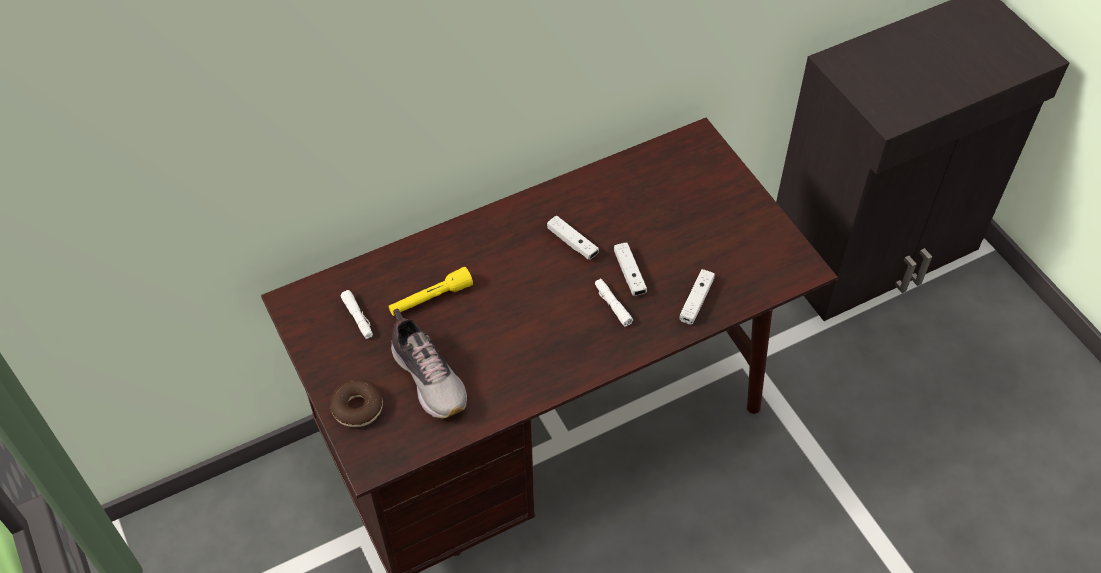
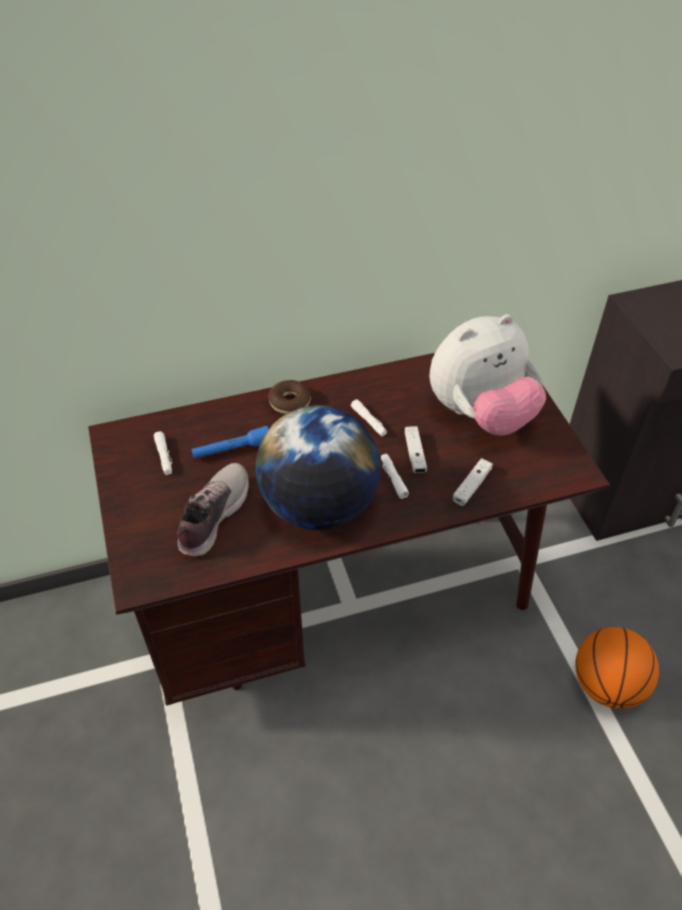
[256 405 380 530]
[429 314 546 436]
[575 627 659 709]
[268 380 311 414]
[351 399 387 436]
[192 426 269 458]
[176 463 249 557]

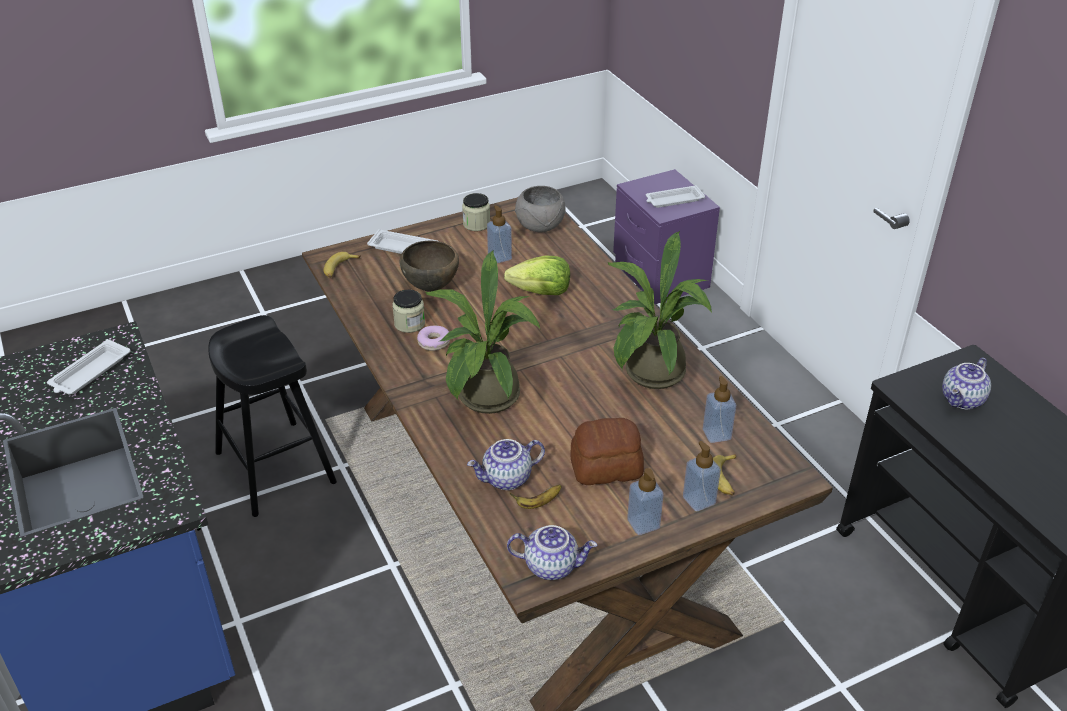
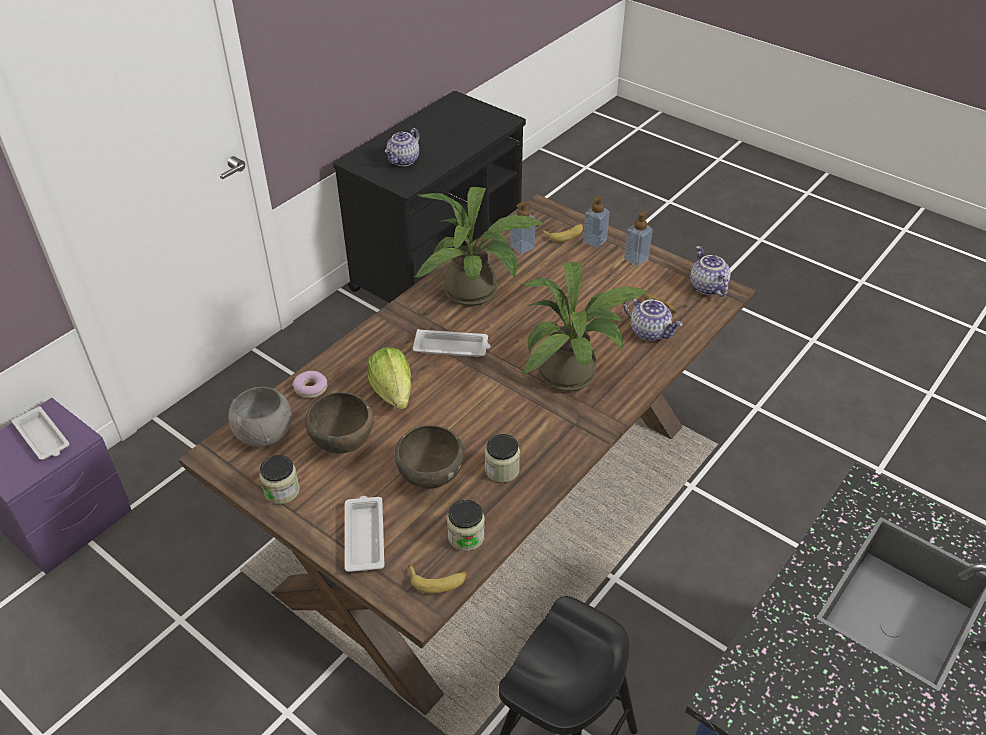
[570 418 644 485] (first image)
[447 500 485 551]
[413 329 491 357]
[293 371 327 398]
[305 392 374 454]
[385 128 420 166]

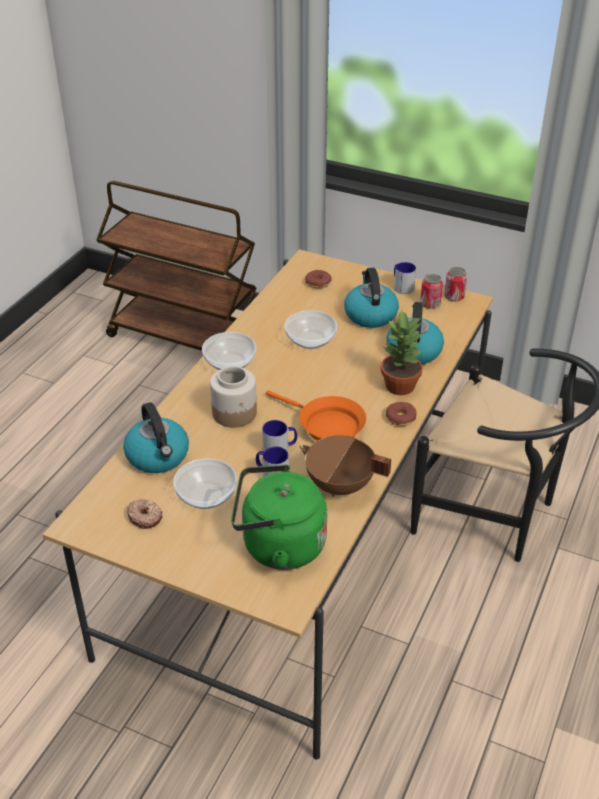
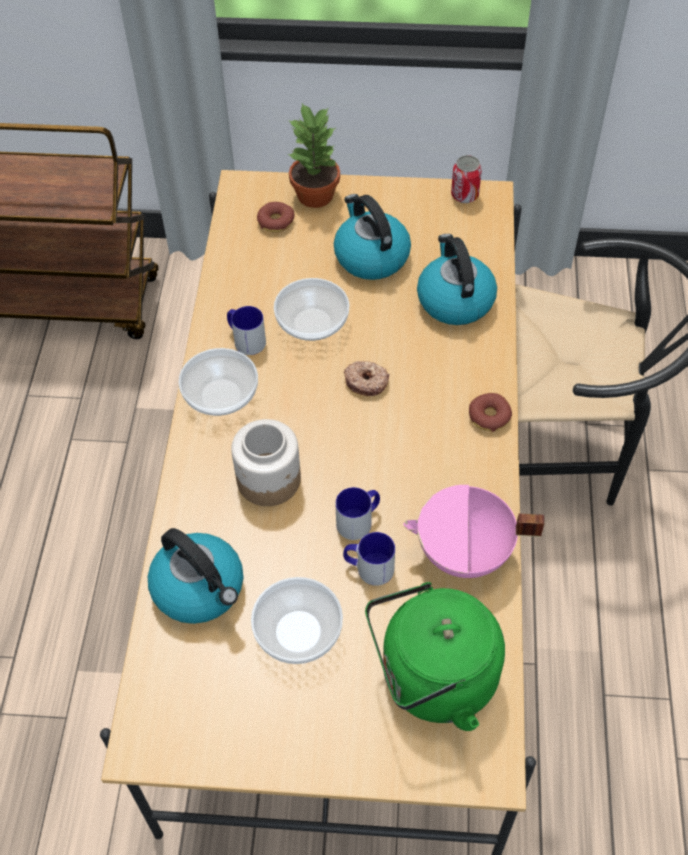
[266 390 367 441] (first image)
[420 274 443 309] (first image)
[344 361 390 396]
[288 103 340 208]
[227 306 266 355]
[403 485 544 578]

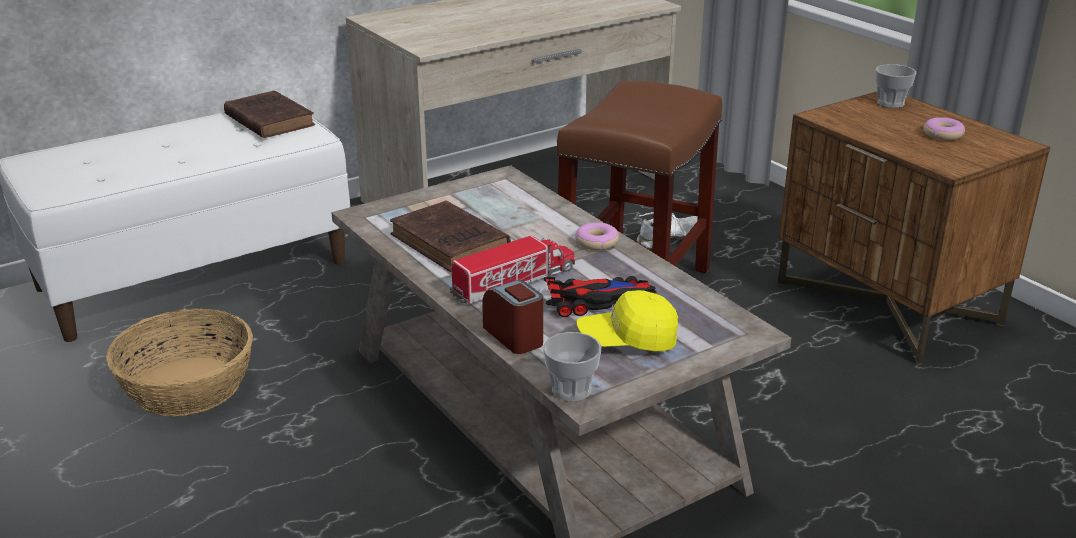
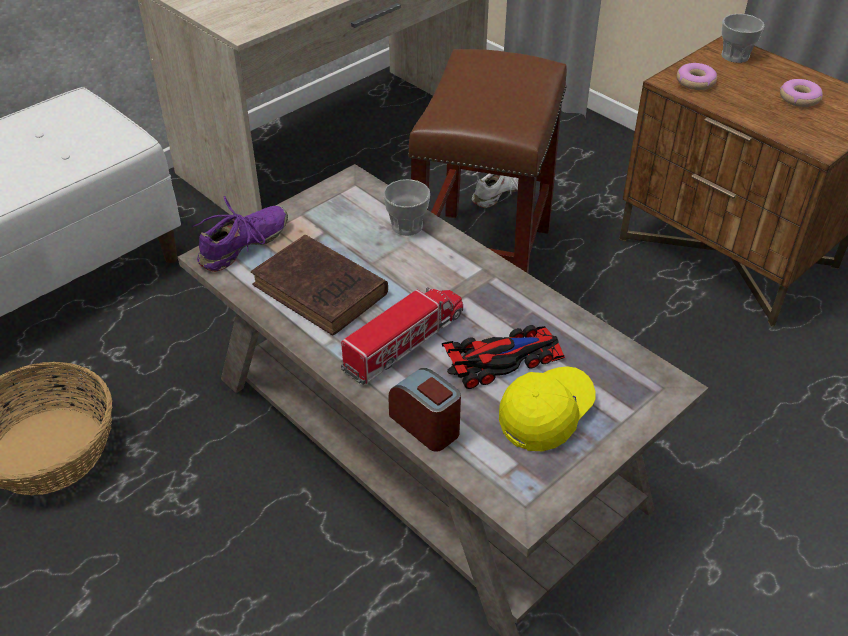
[224 91 315 138] (first image)
[193 196 288 272]
[383 179 430 236]
[677 63 717 90]
[499 366 596 451]

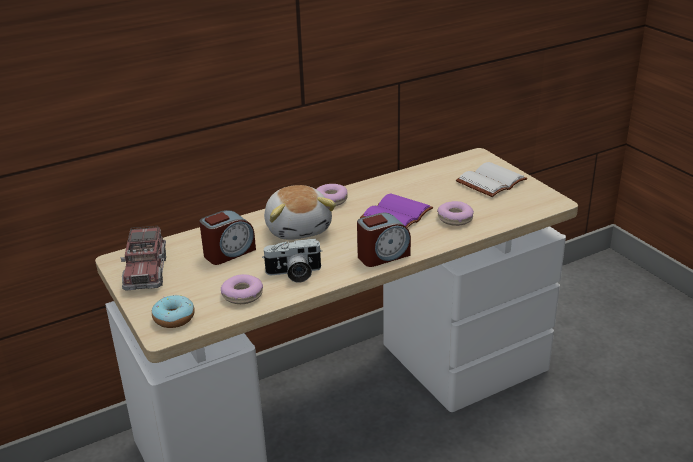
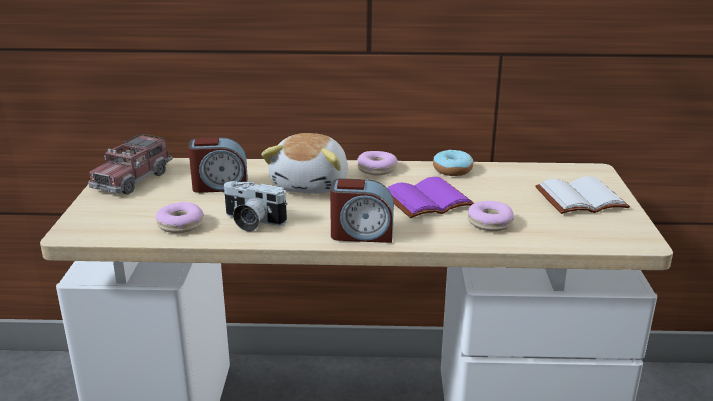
[433 149 473 176]

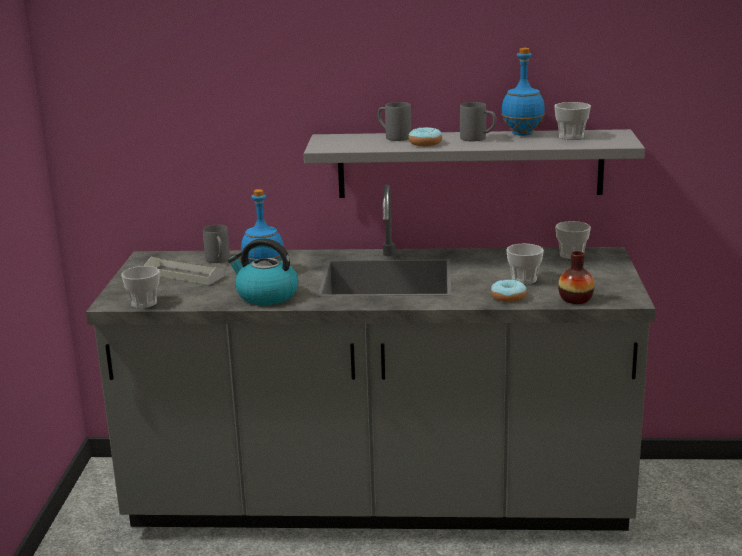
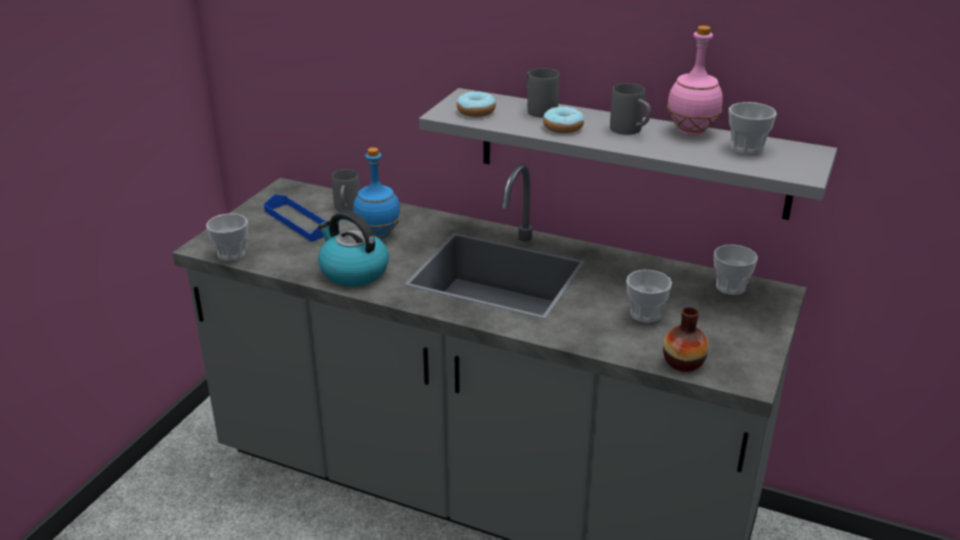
[457 91 496 117]
[264 194 326 242]
[667 26 723 136]

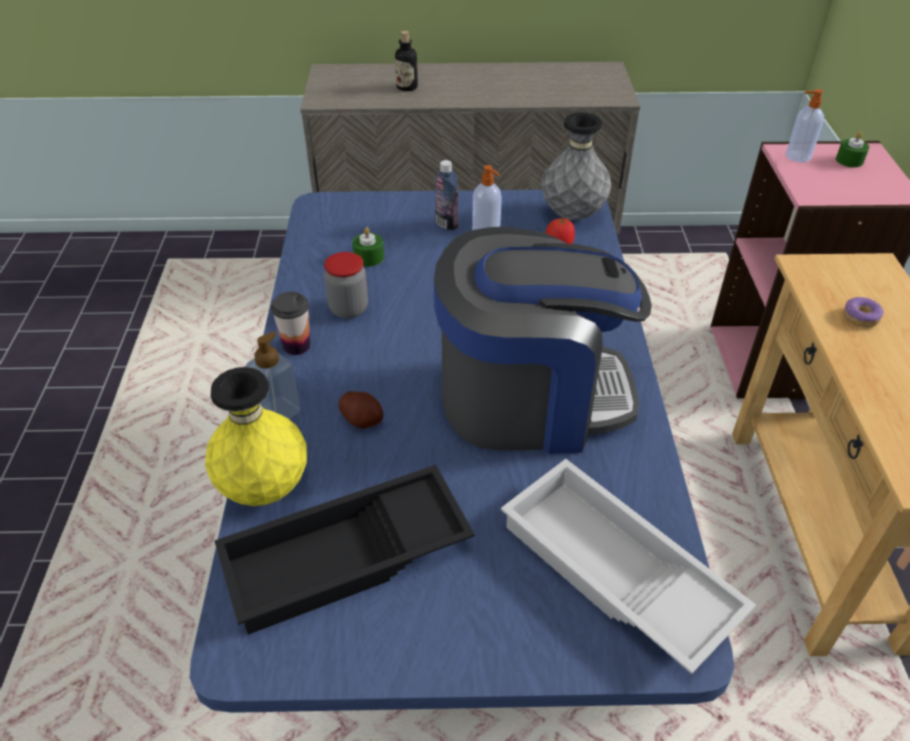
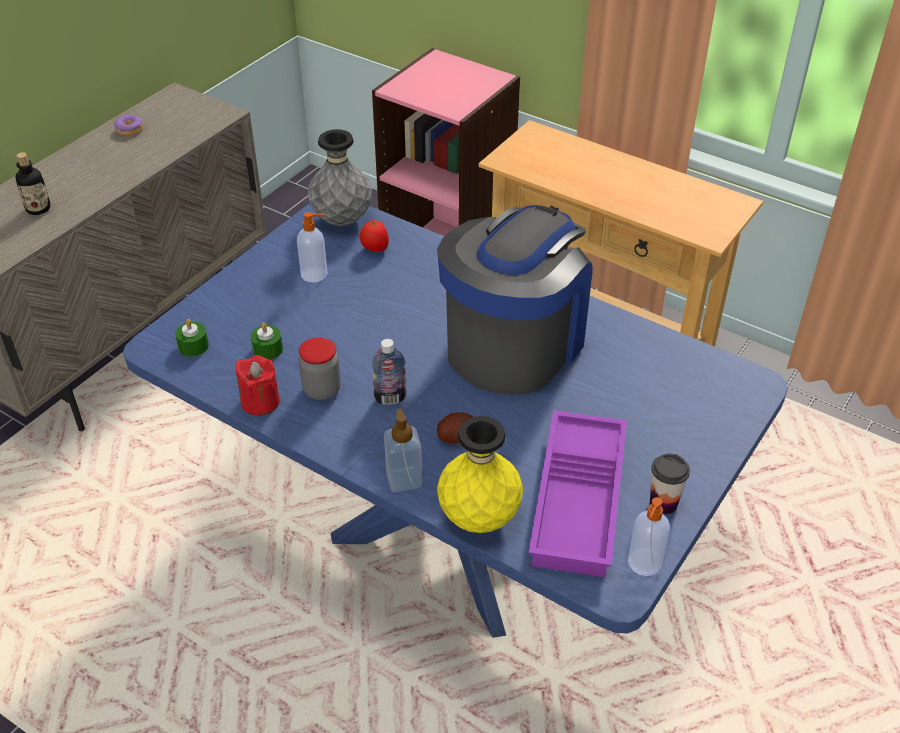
[501 459 756 674] (first image)
[236 355 279 416]
[650 453 690 515]
[372 339 406 405]
[628 497 670 576]
[175 319 209 357]
[114 115 143 136]
[529 410 627 577]

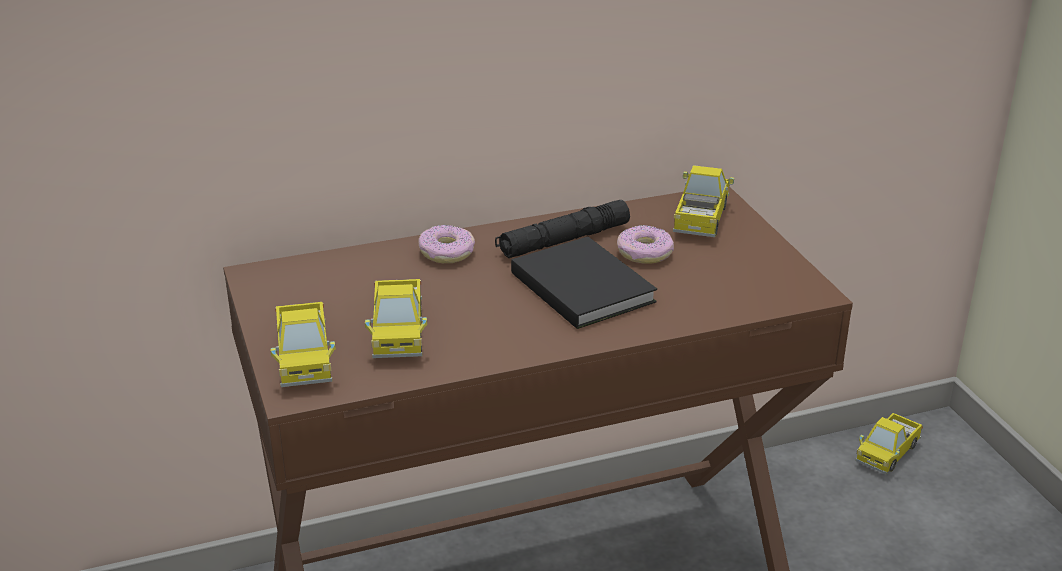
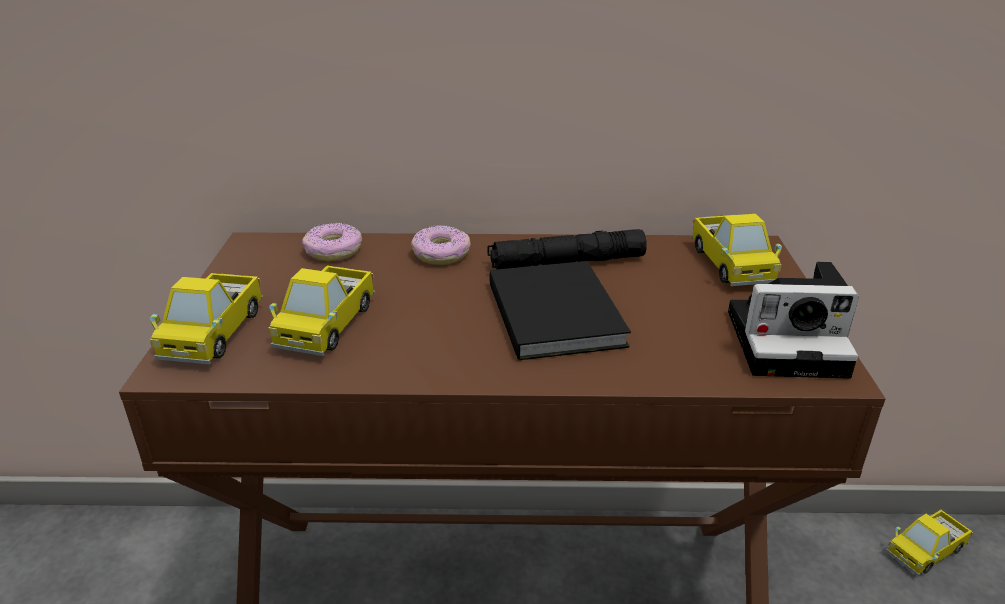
[728 261 859 379]
[302 223 362 261]
[691 214 782 286]

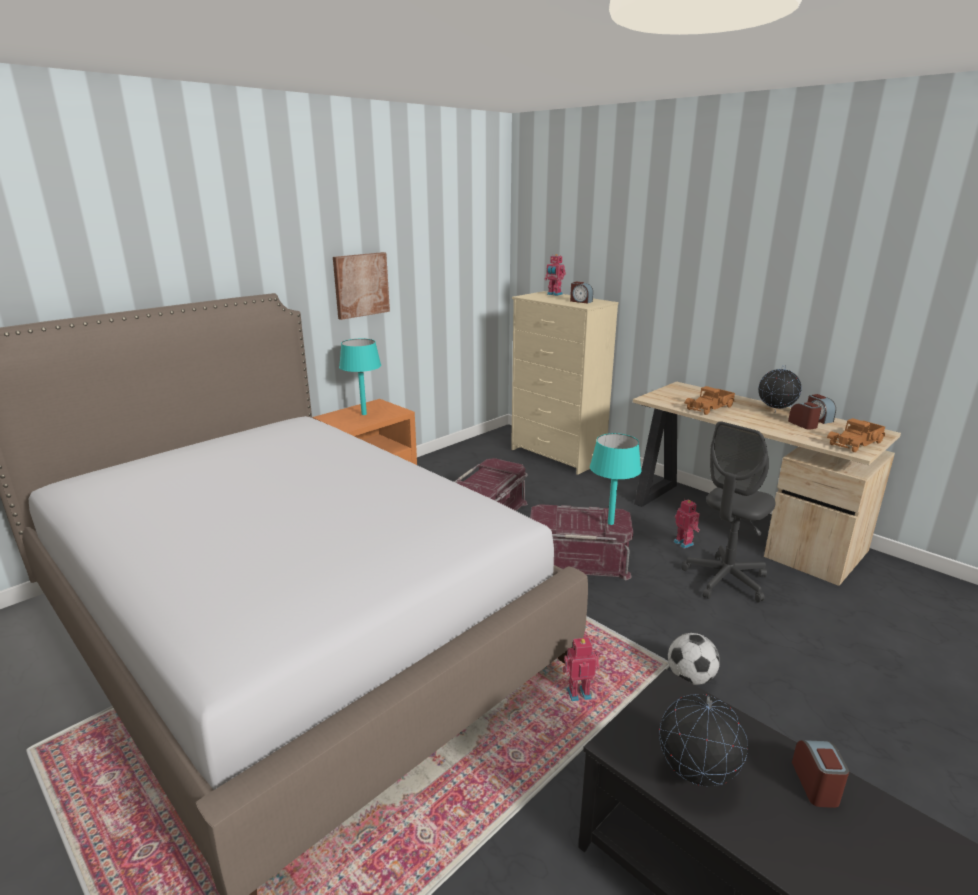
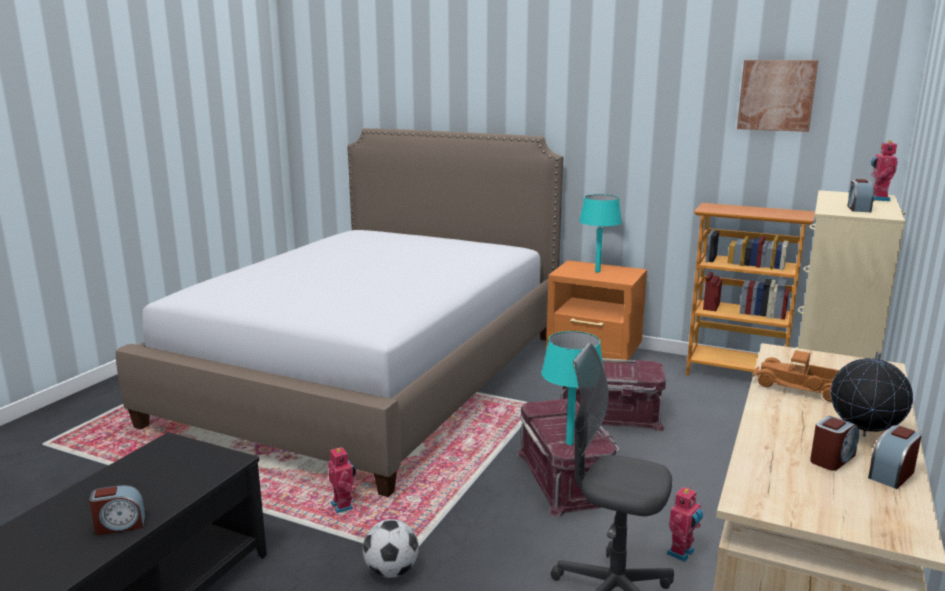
[659 694 748 786] (first image)
[827 418 886 452] (first image)
[686 203 815 376]
[737 60 818 132]

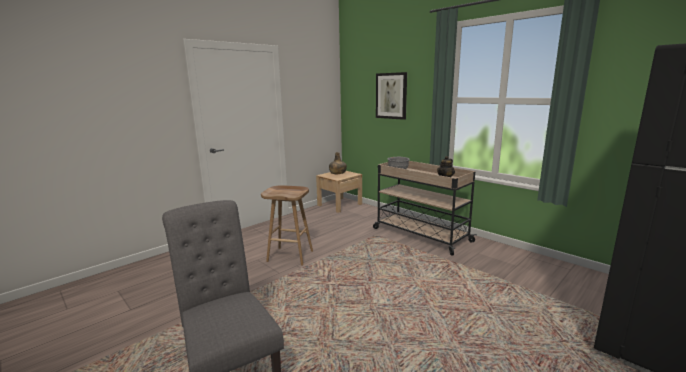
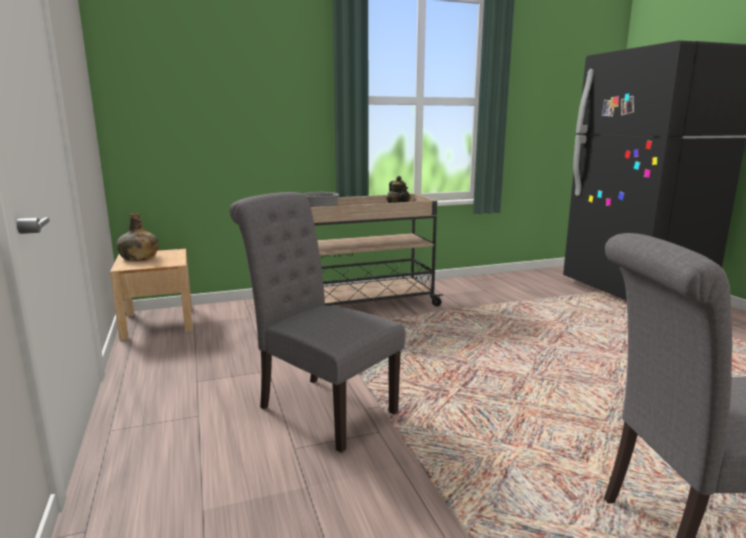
[376 72 407 120] (first image)
[229 192 405 453]

